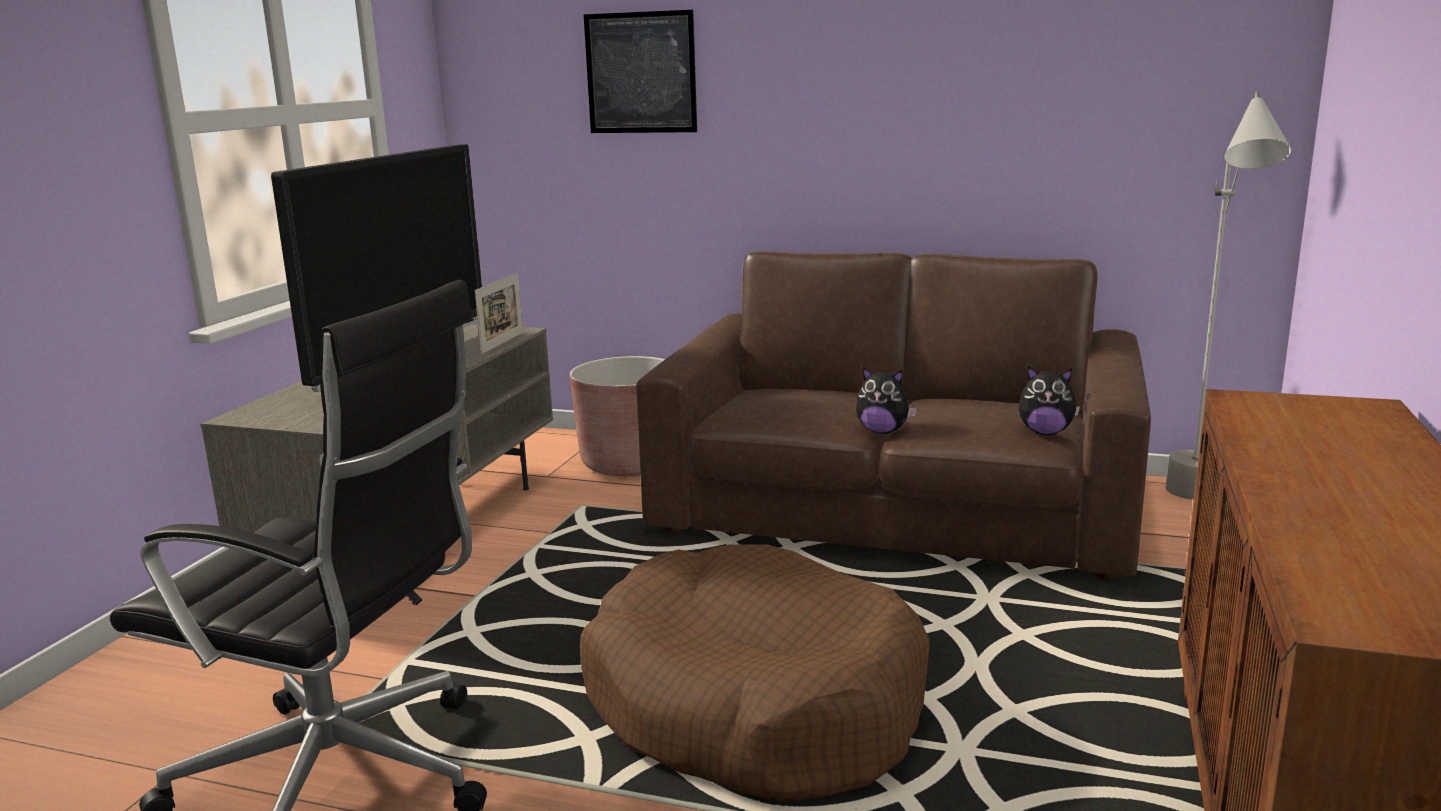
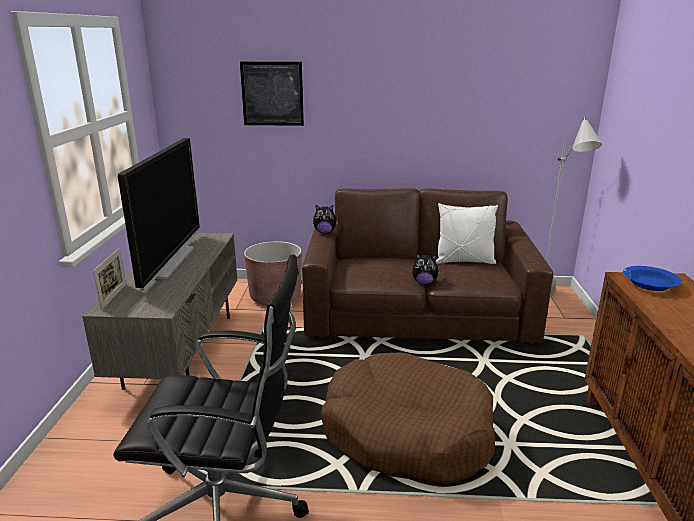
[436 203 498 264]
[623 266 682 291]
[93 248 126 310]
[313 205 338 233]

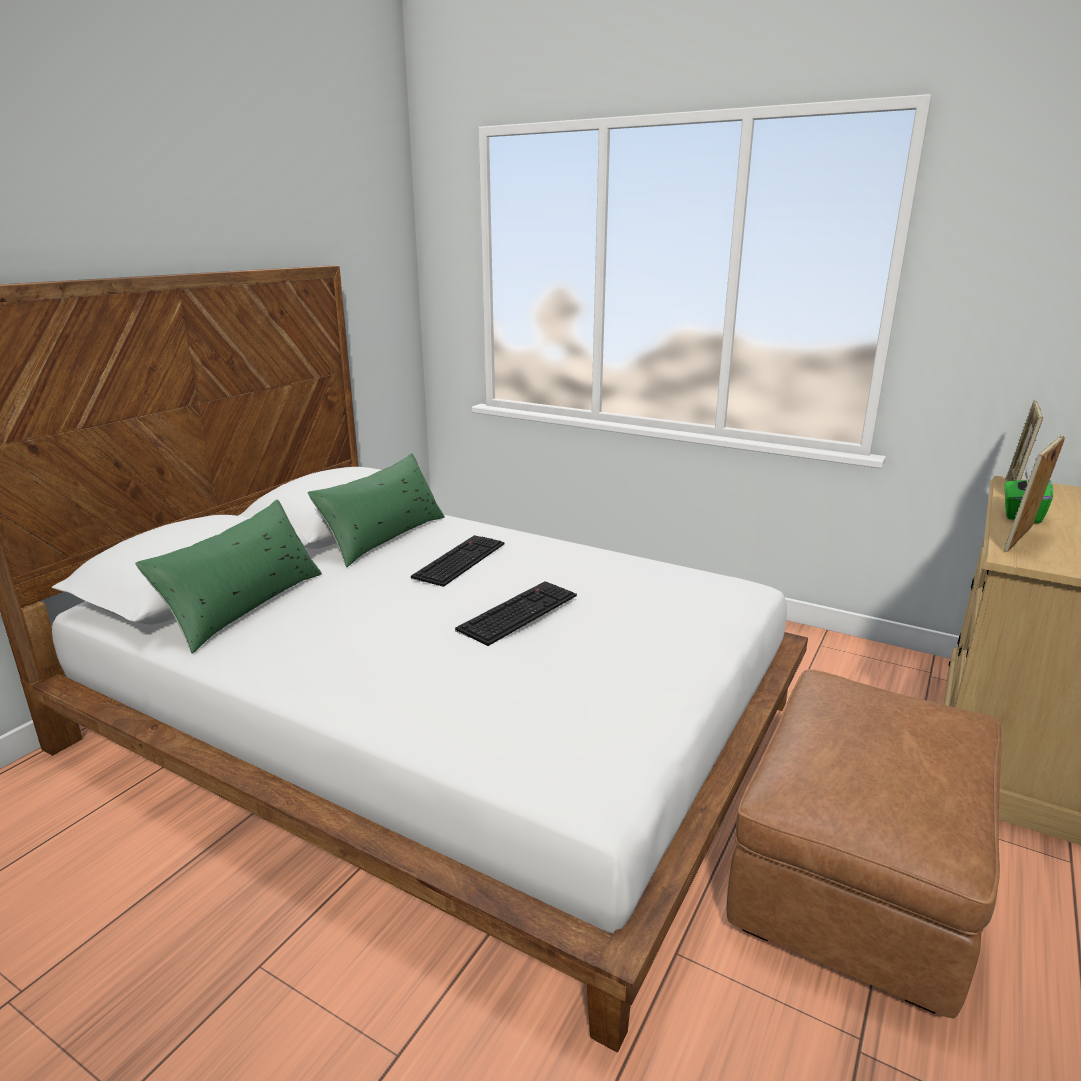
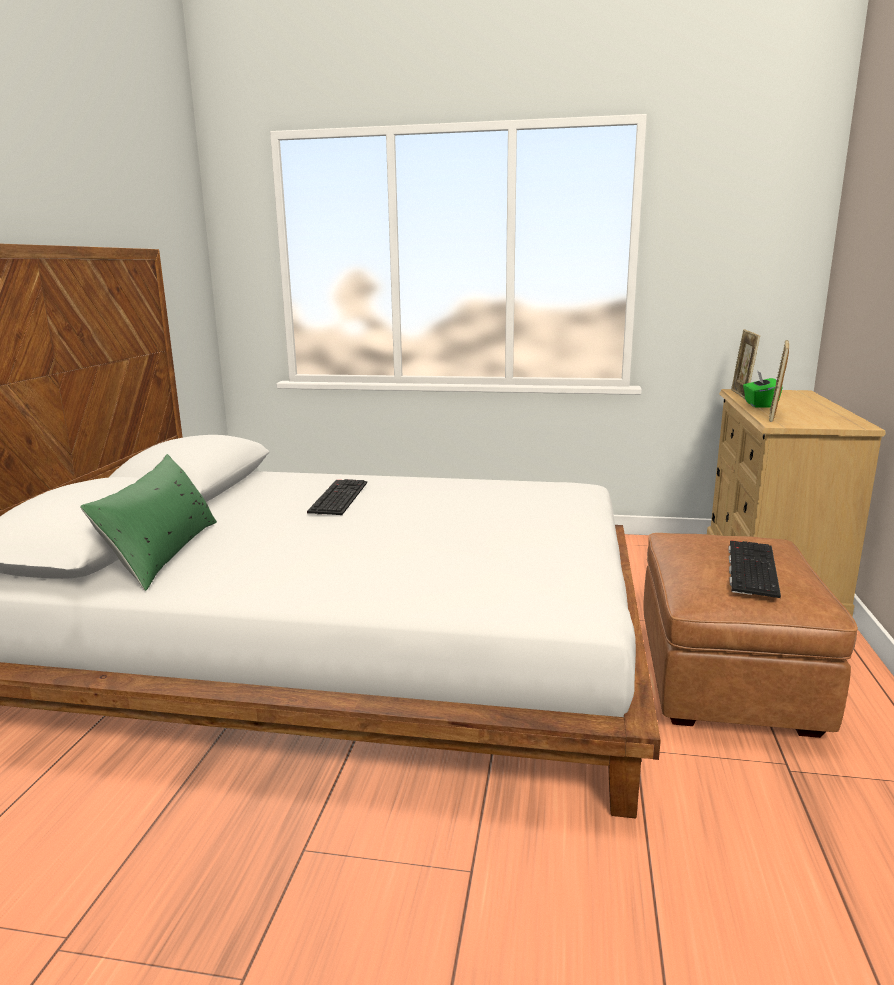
[308 453 445 567] (first image)
[729 540 781 598]

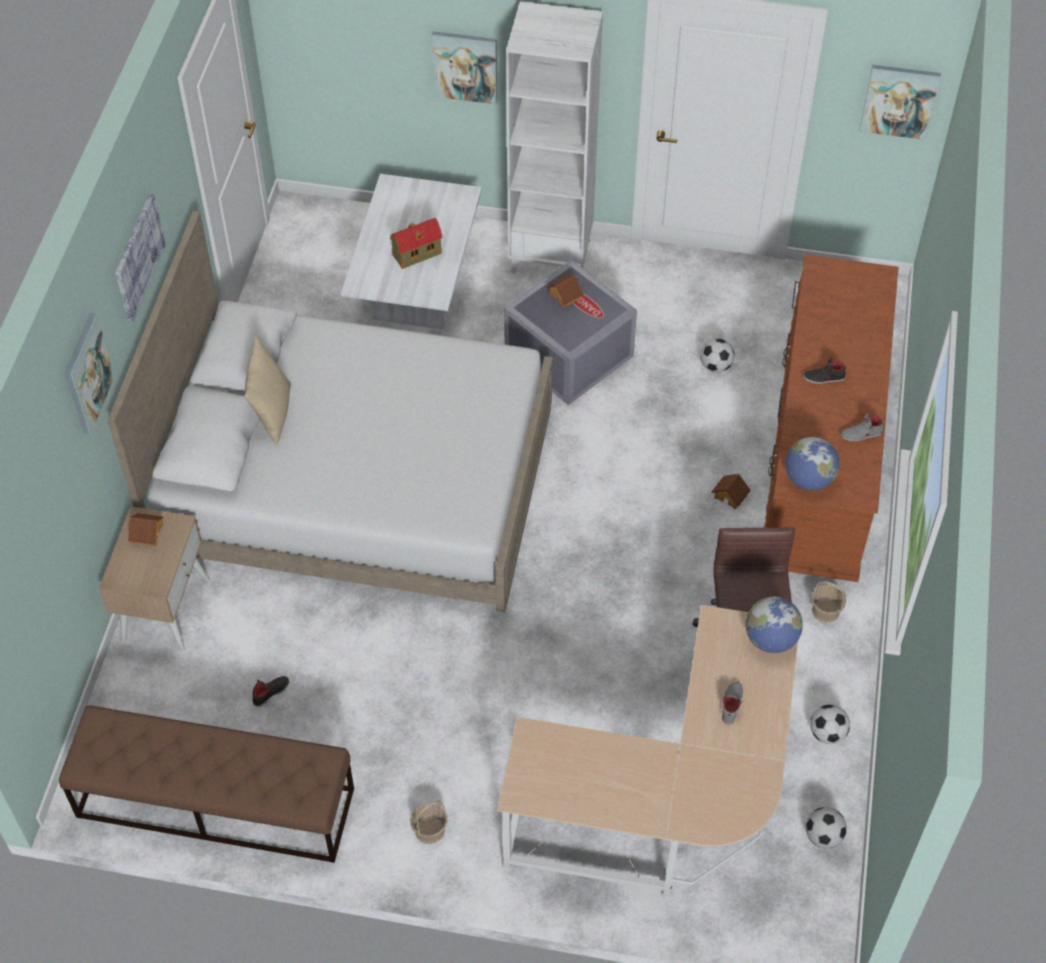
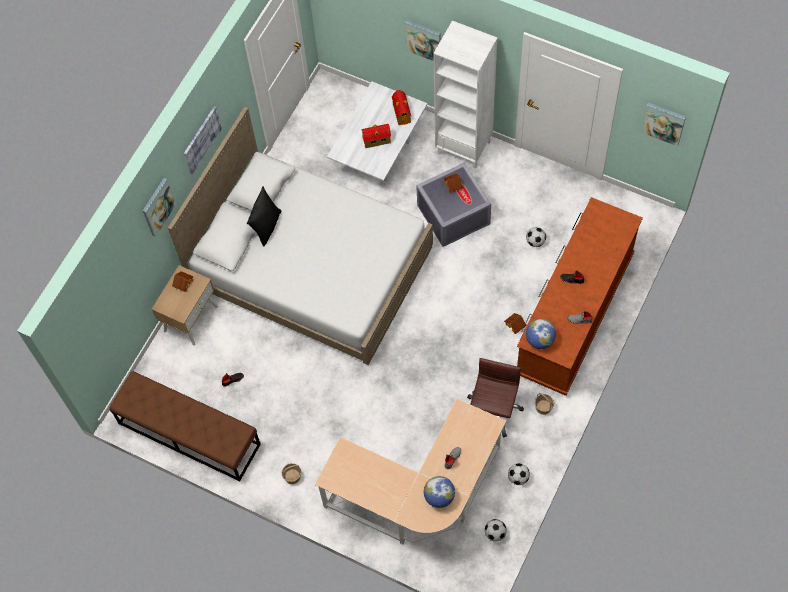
[392 90 411 125]
[424 476 455 508]
[247 187 281 247]

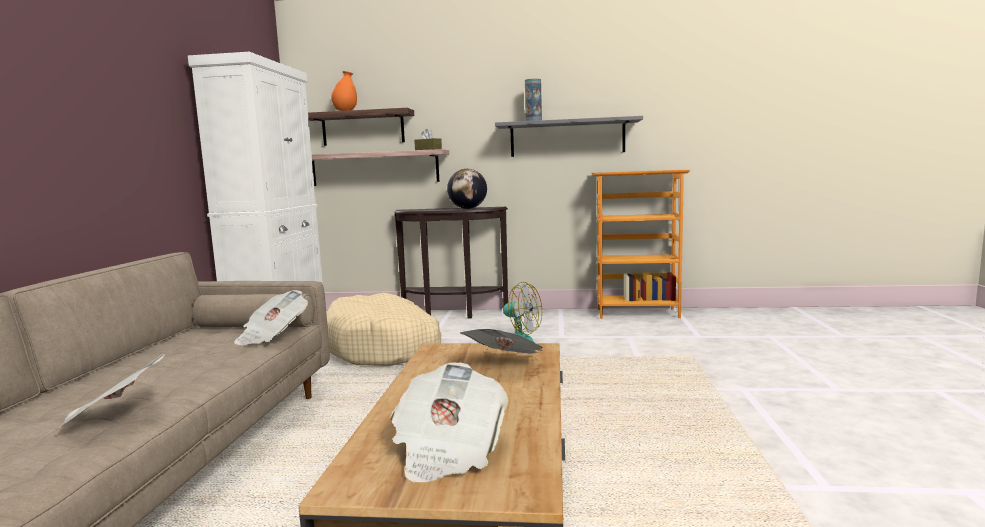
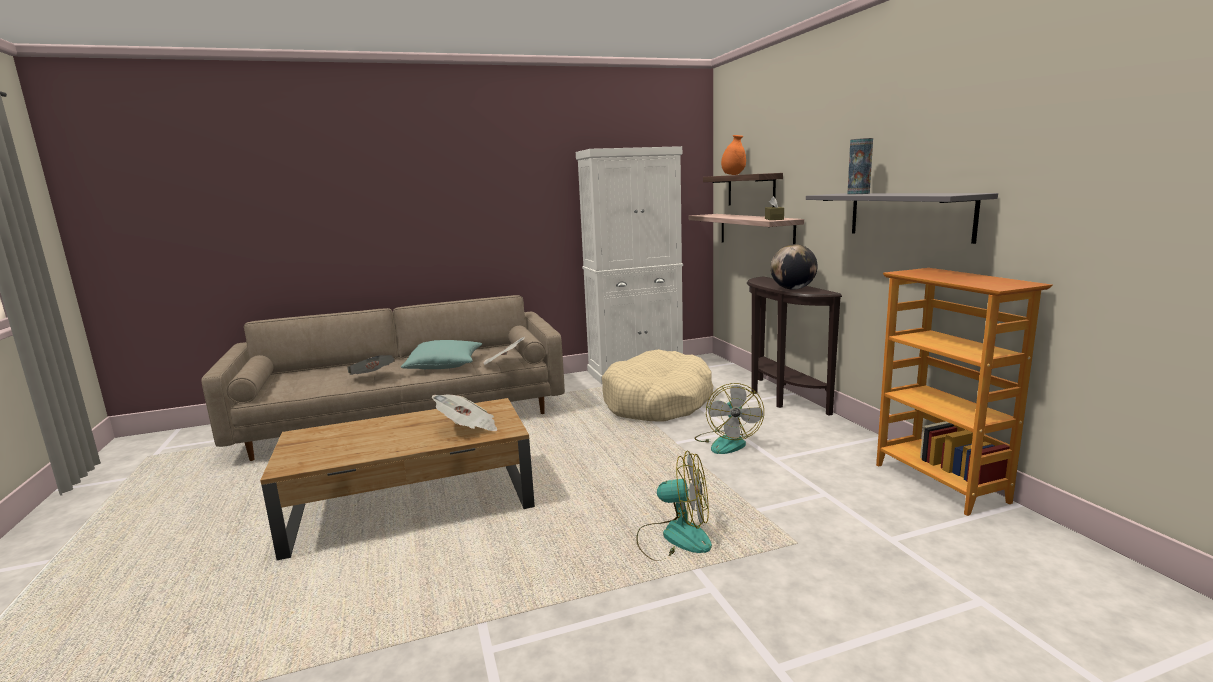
[391 362 509 482] (first image)
[401 340 482 369]
[636 451 712 561]

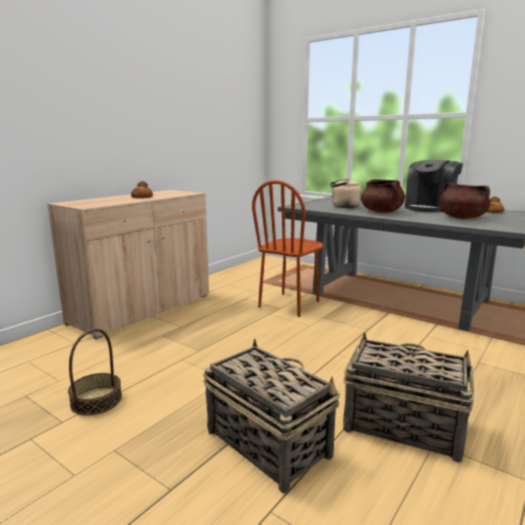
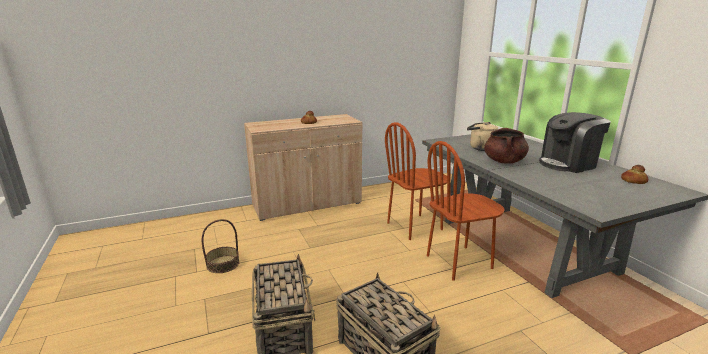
[439 182 490 219] (first image)
[427 141 505 281]

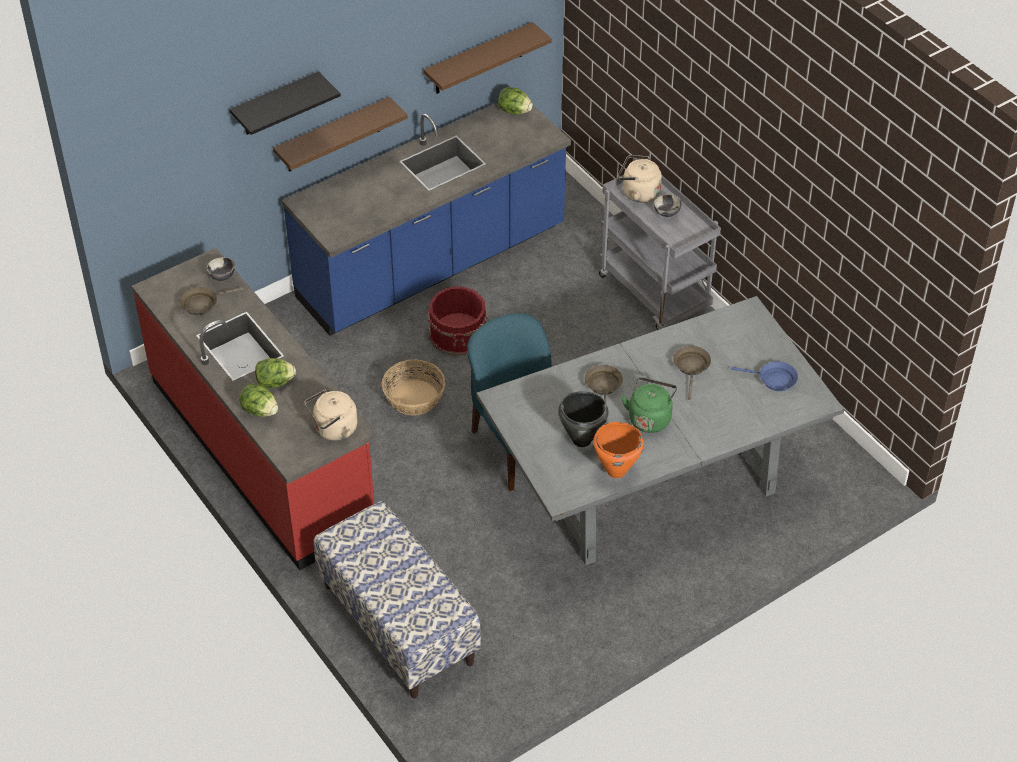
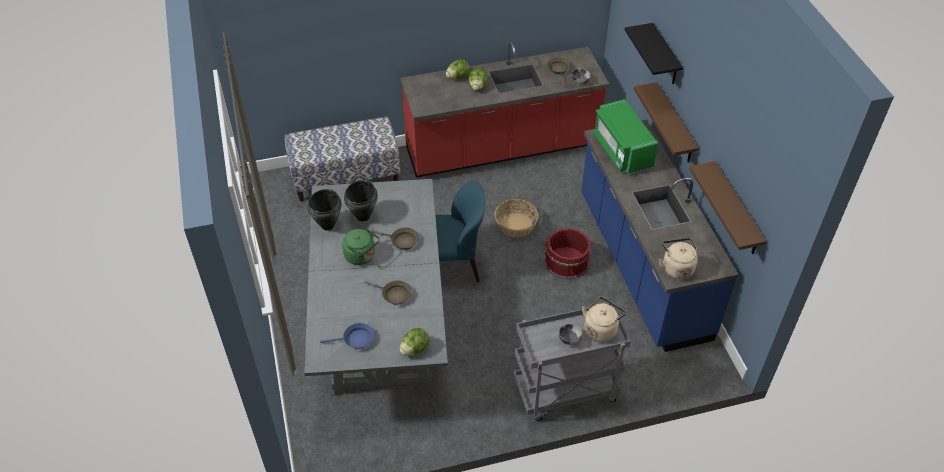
[593 99 658 175]
[659 238 698 279]
[400 328 430 356]
[307 189 342 231]
[320 323 374 349]

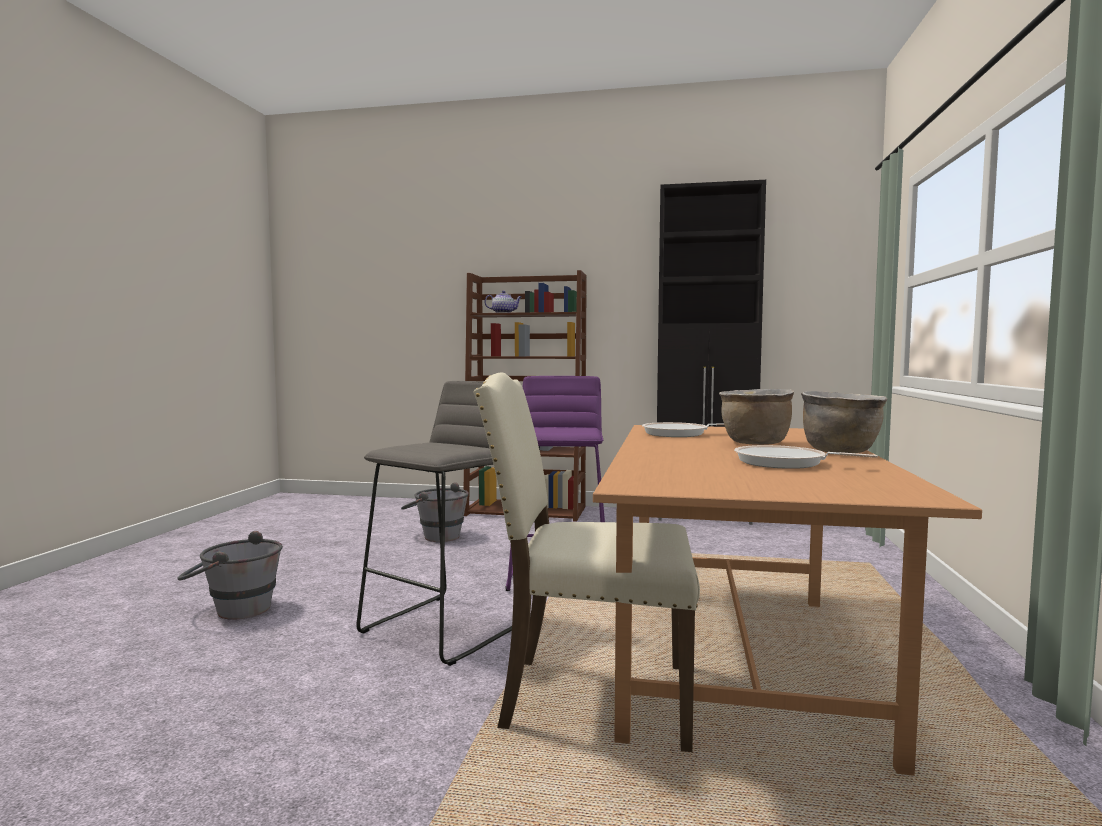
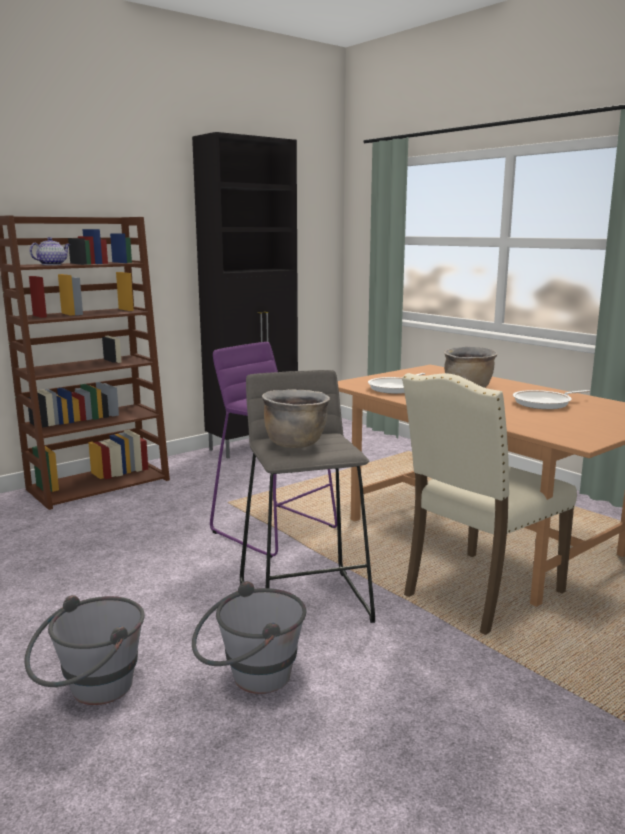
[192 581 306 694]
[262 389 330 448]

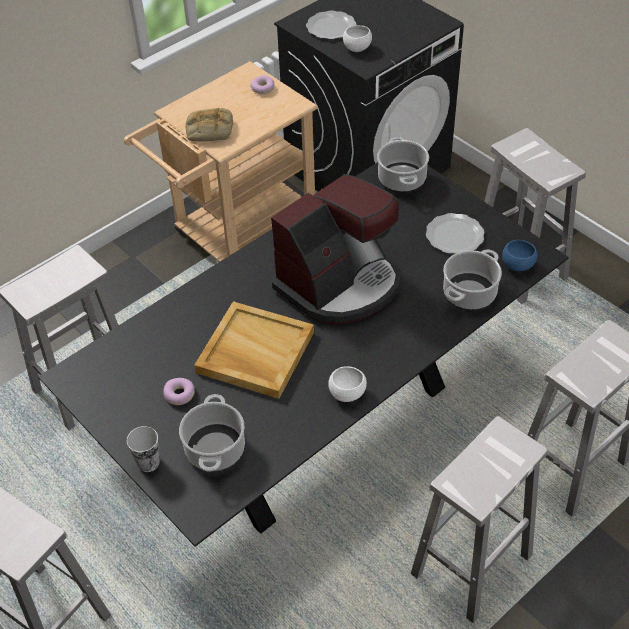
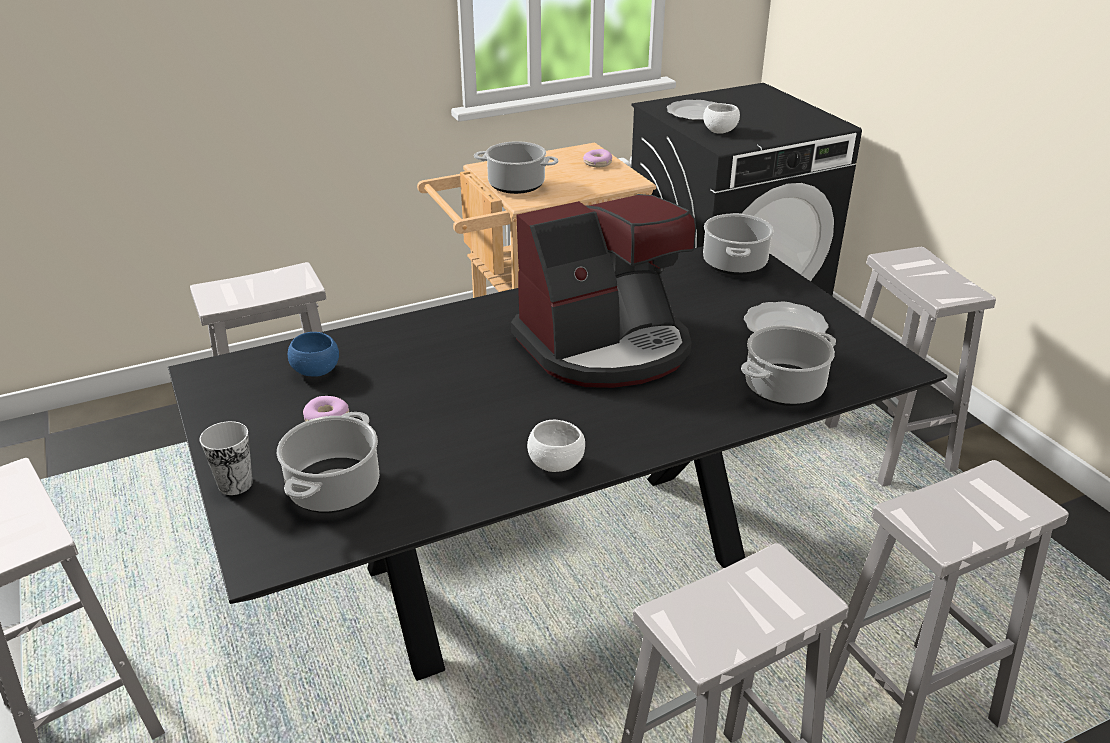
[194 301 314 399] (first image)
[288 332 339 377]
[474 141 558 194]

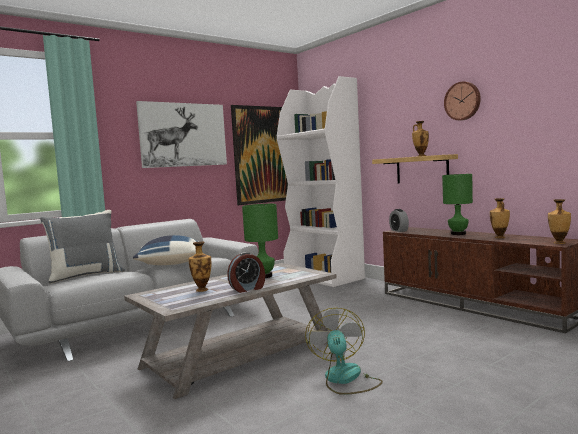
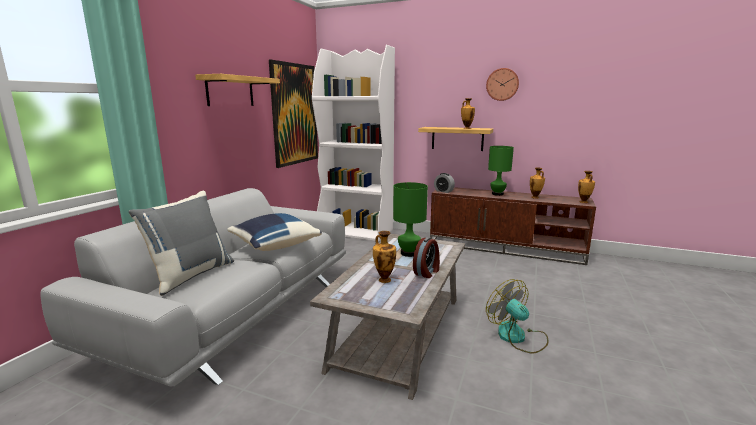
[195 74 280 106]

